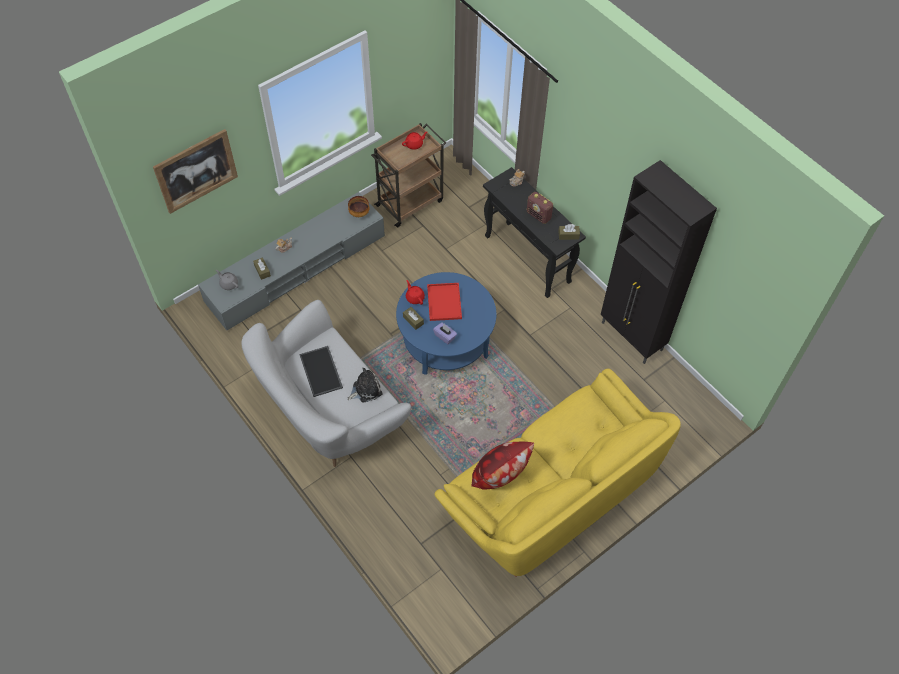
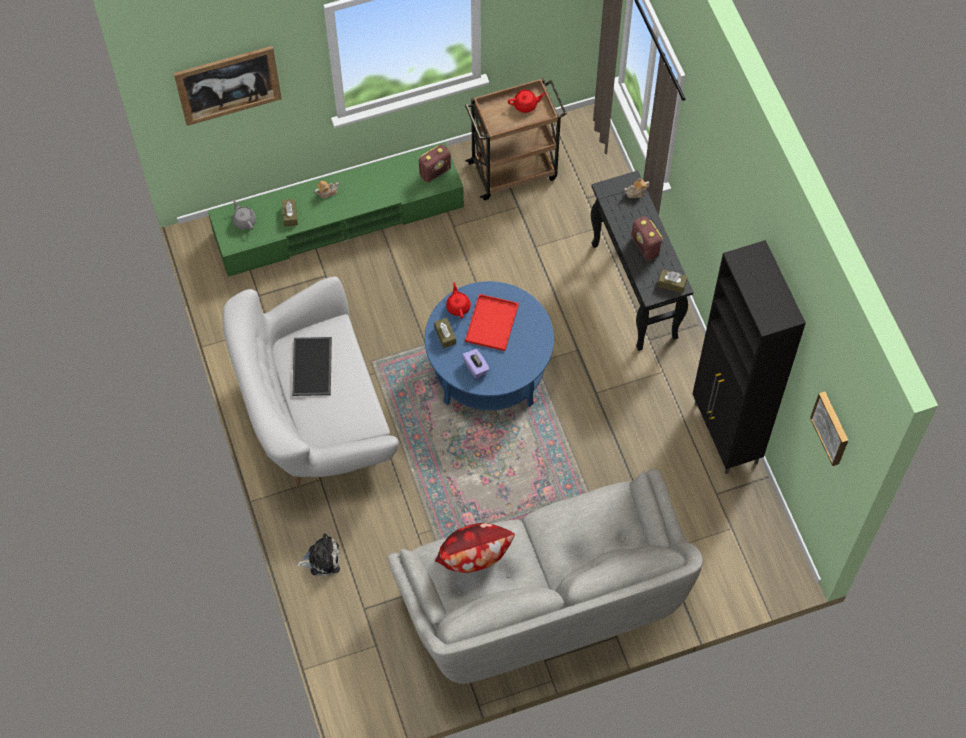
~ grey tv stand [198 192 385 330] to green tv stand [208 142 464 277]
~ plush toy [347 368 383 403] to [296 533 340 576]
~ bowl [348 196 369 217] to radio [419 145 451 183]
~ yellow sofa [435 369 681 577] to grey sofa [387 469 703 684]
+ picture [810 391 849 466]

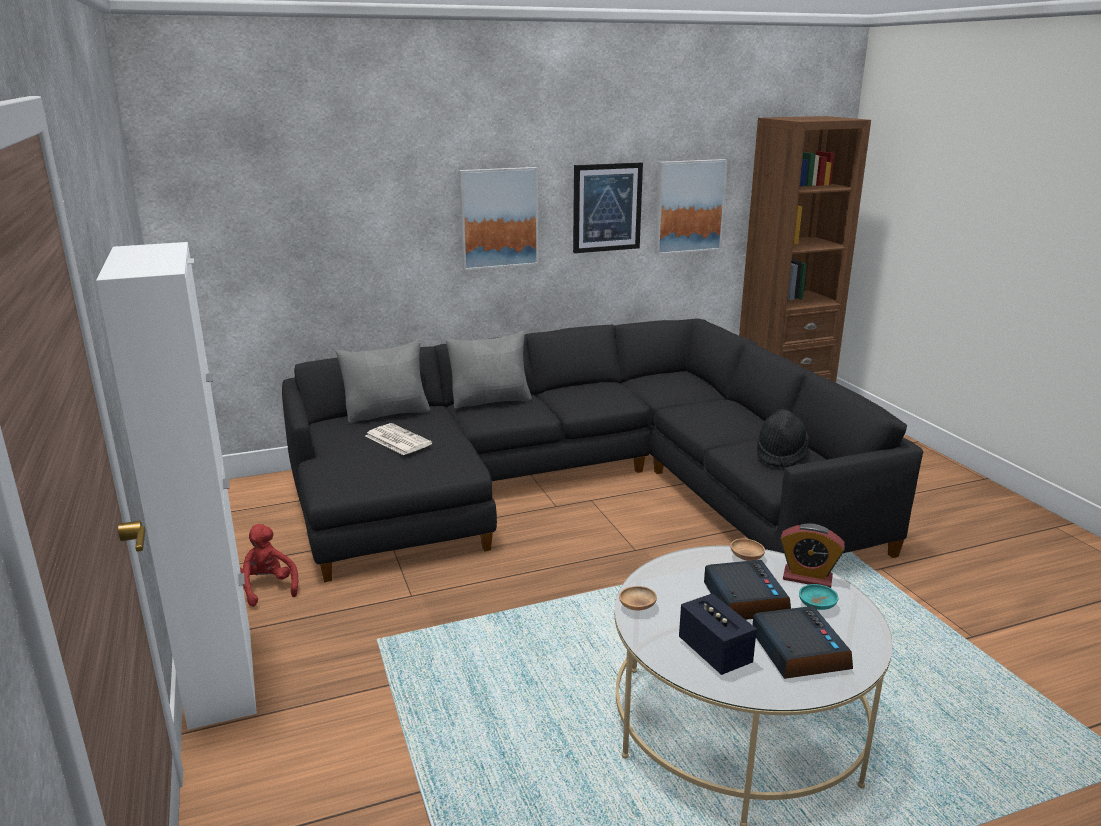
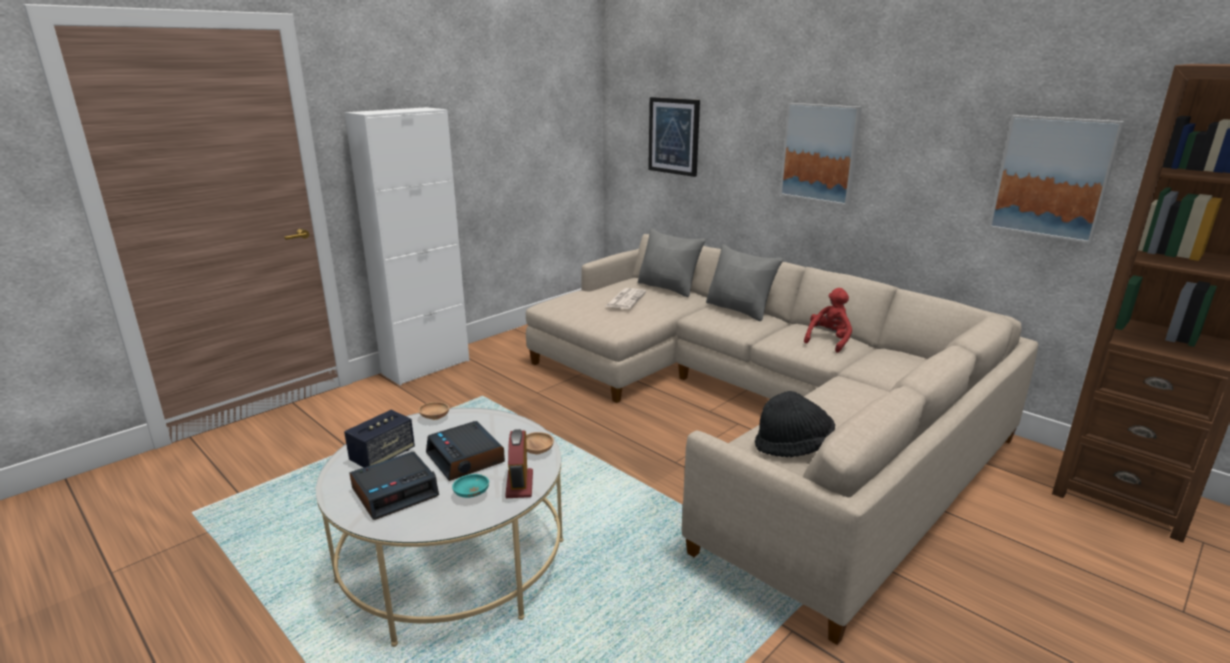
~ red plush toy [240 524 298 607] to [804 288 852 353]
~ black sofa [282 318 923 582] to beige sofa [526 234 1038 645]
~ picture [573 162 643 253] to [648 97 700 177]
~ alarm clock [704 560 791 620] = [426 421 505 481] 90 degrees clockwise

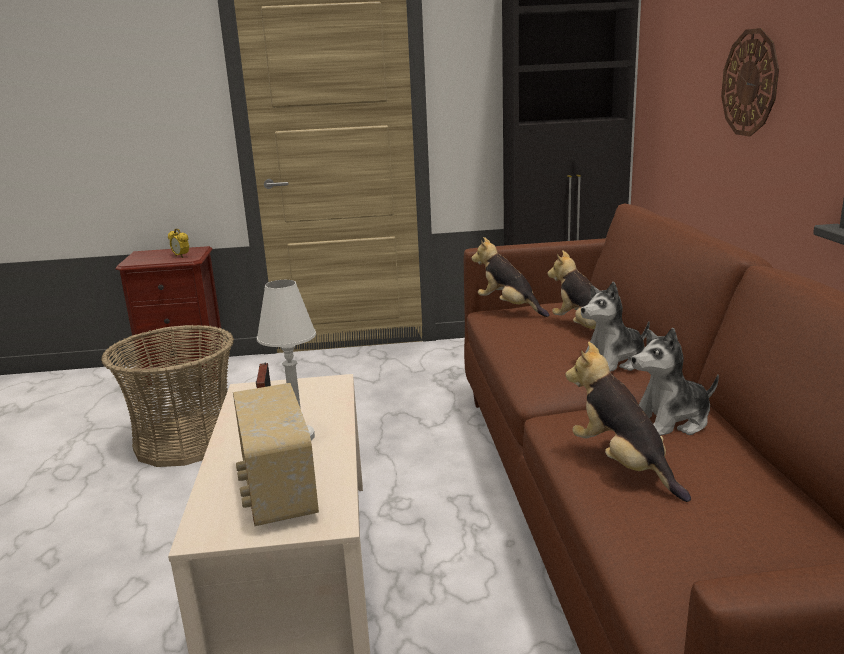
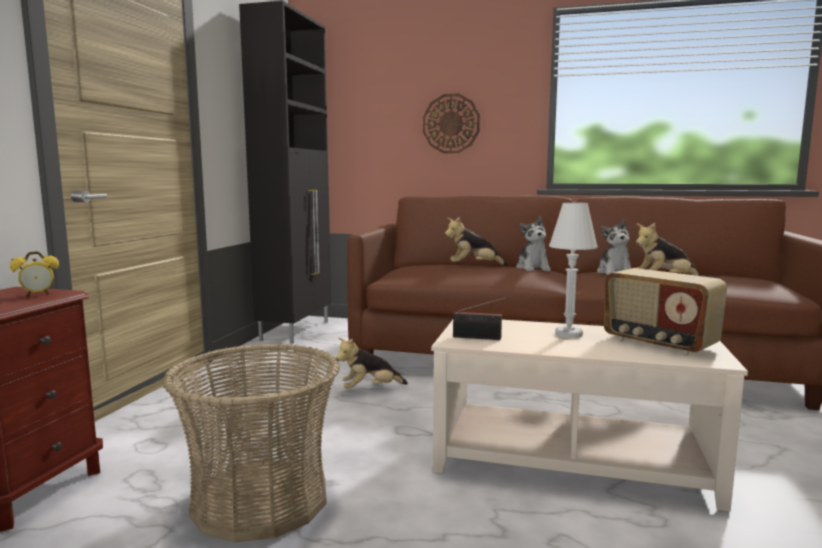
~ radio [233 383 319 526] = [604 268 727 355] 45 degrees clockwise
~ plush toy [471 237 549 317] to [336 338 408 389]

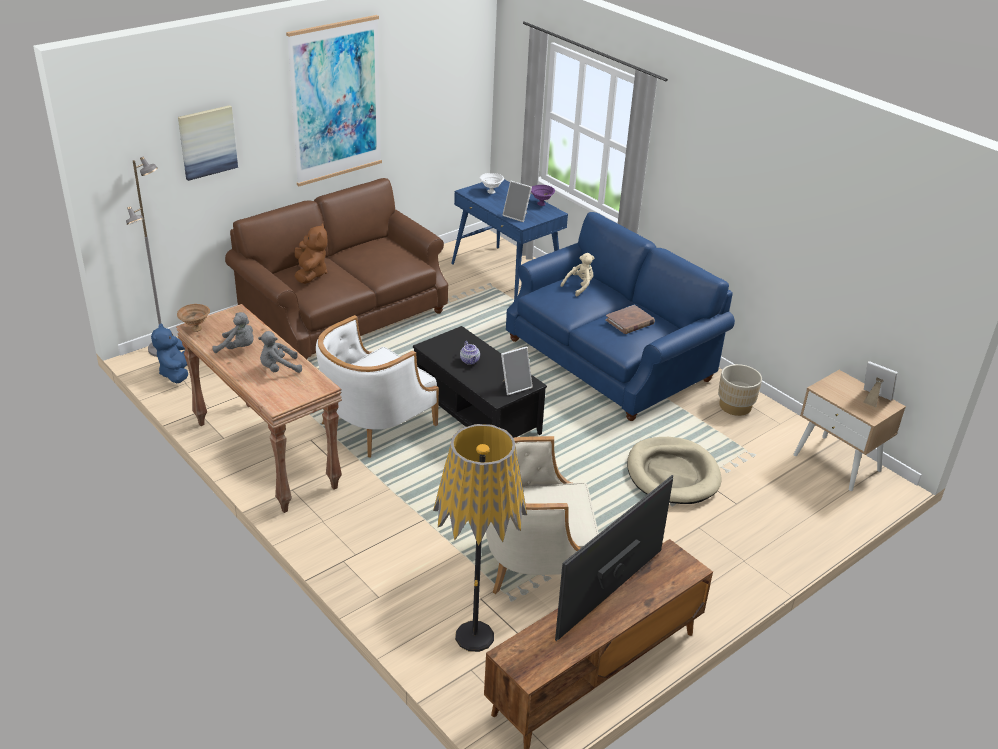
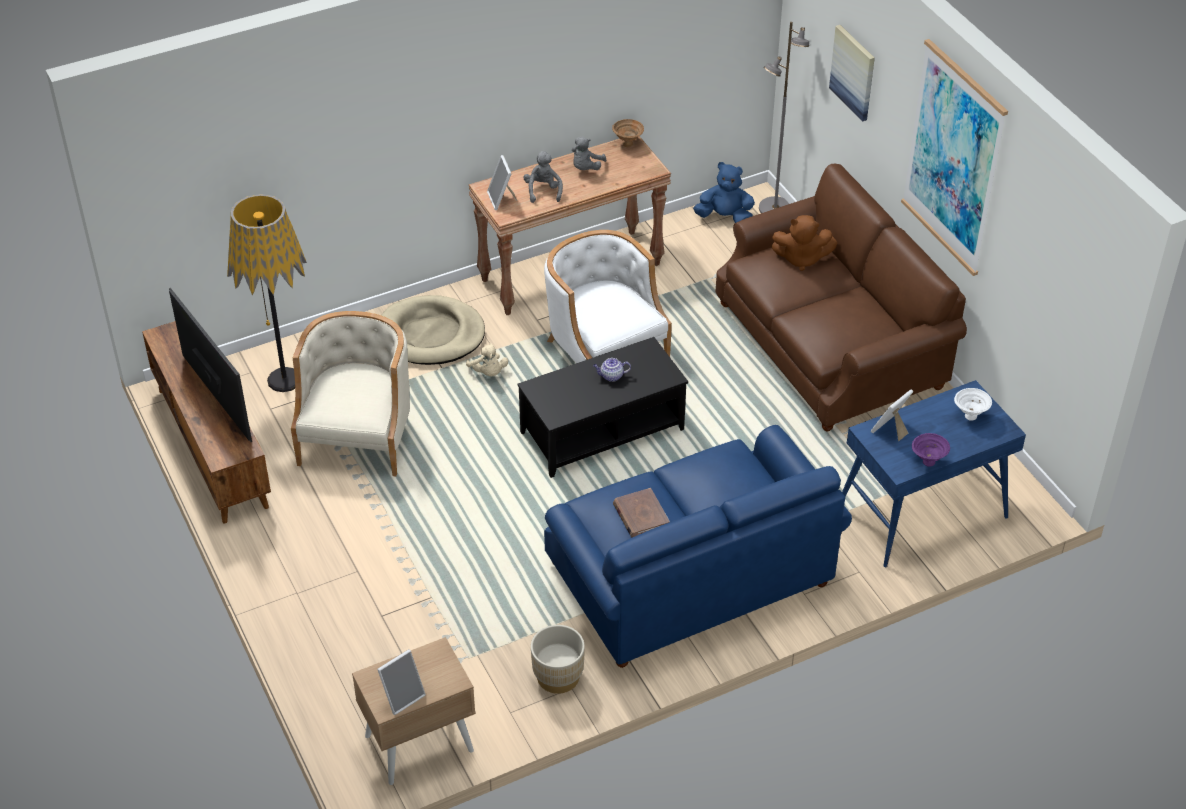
~ picture frame [501 347 533 395] to [487 155 517 210]
~ beige plush toy [560 253 594 296] to [466 343 508 376]
~ beige dog bed [627 437 722 504] to [381 295 485 365]

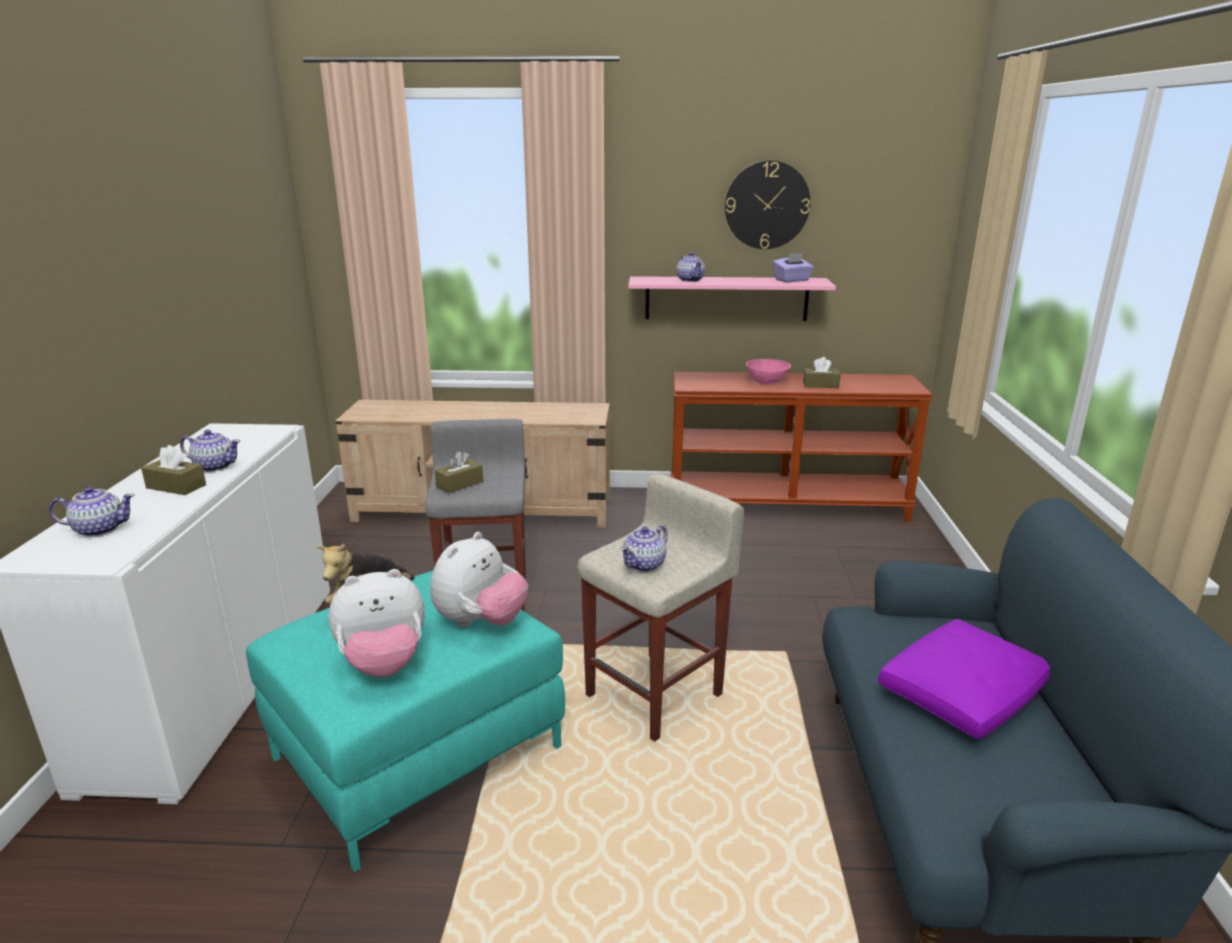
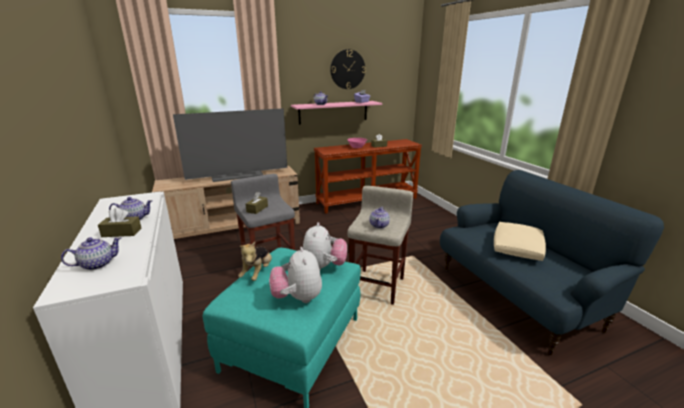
~ plush toy [329 569 424 677] = [269 247 322 303] 120 degrees clockwise
~ purple pillow [878 619 1050 739] to beige pillow [494 222 546 261]
+ television [173 108 287 182]

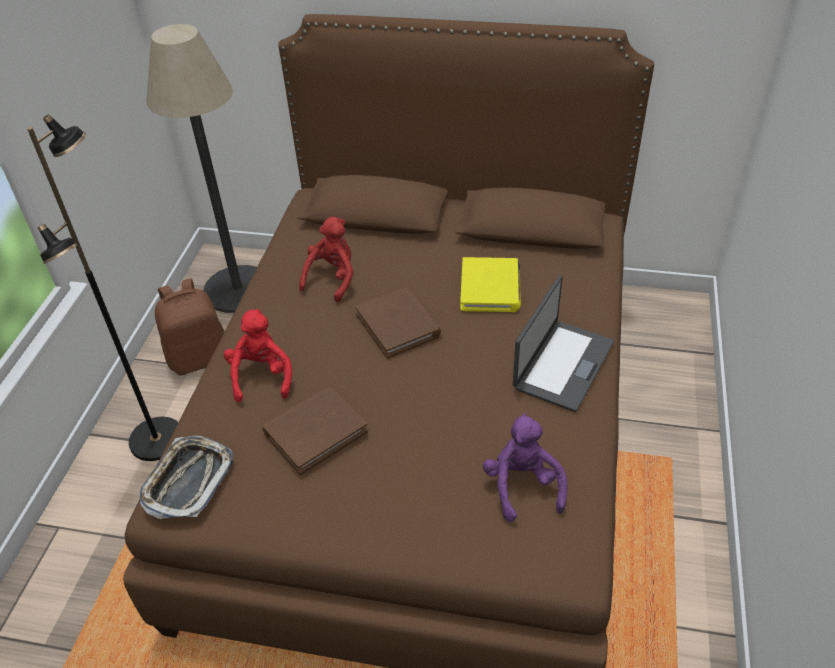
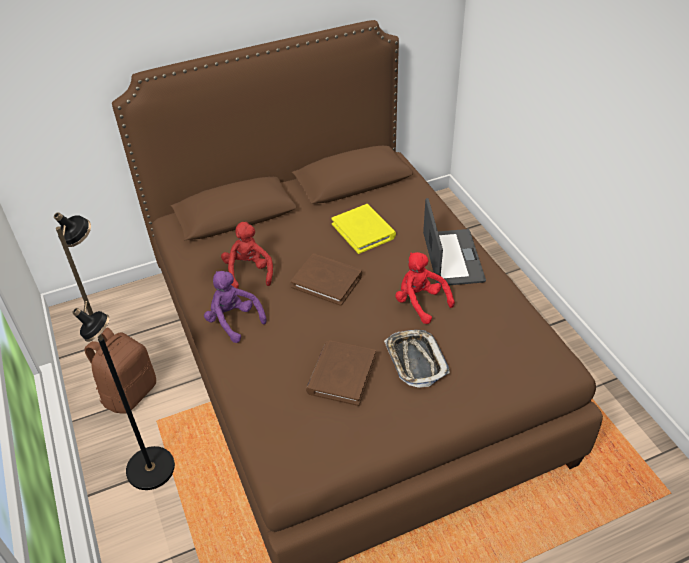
~ tray [139 436 233 519] to [384 330 450 388]
- floor lamp [146 24 257 313]
~ red plush toy [224 309 292 402] to [395 252 455 324]
~ purple plush toy [483 413 568 522] to [204 271 267 343]

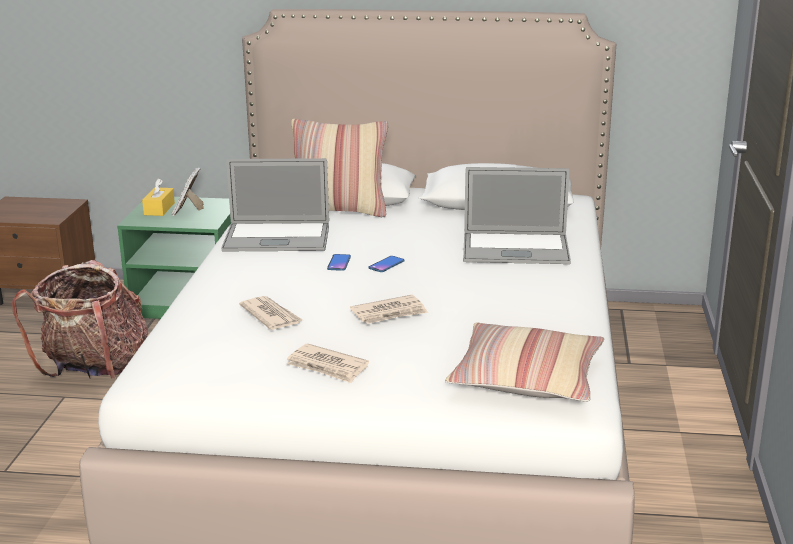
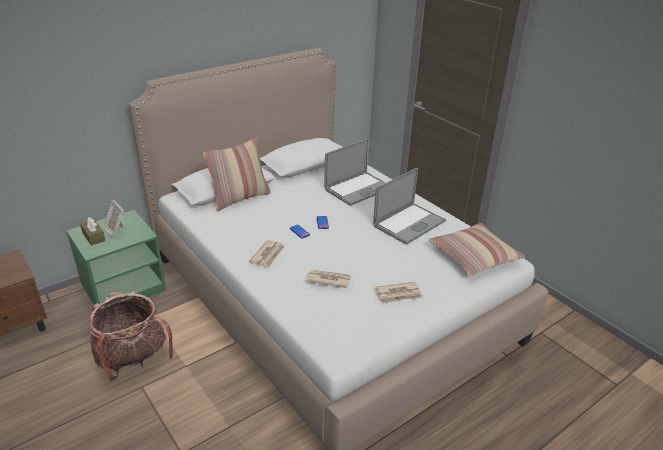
~ yellow tissue box [142 179 175 216] to brown tissue box [80 217 105 245]
~ laptop [222 158 329 251] to [373 168 446 245]
~ newspaper [350 295 428 324] to [249 240 285 267]

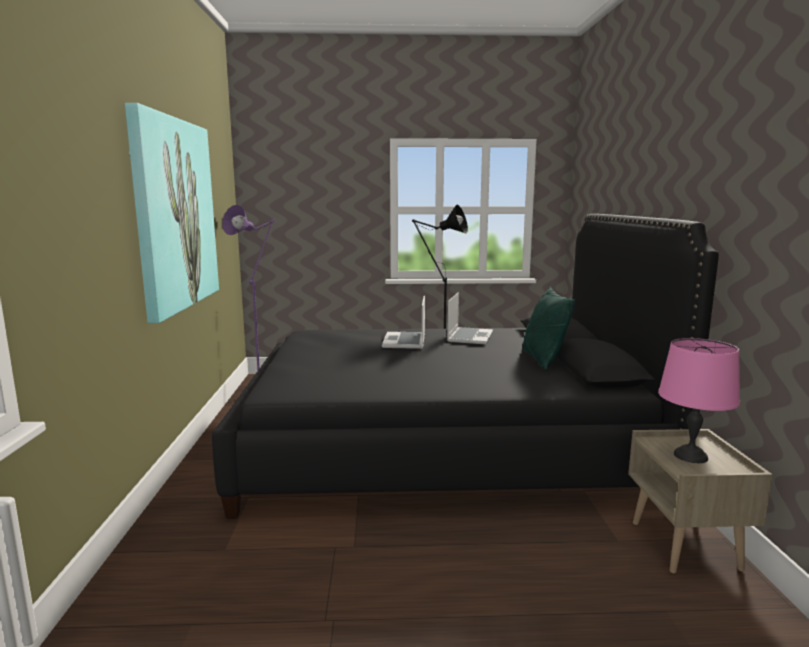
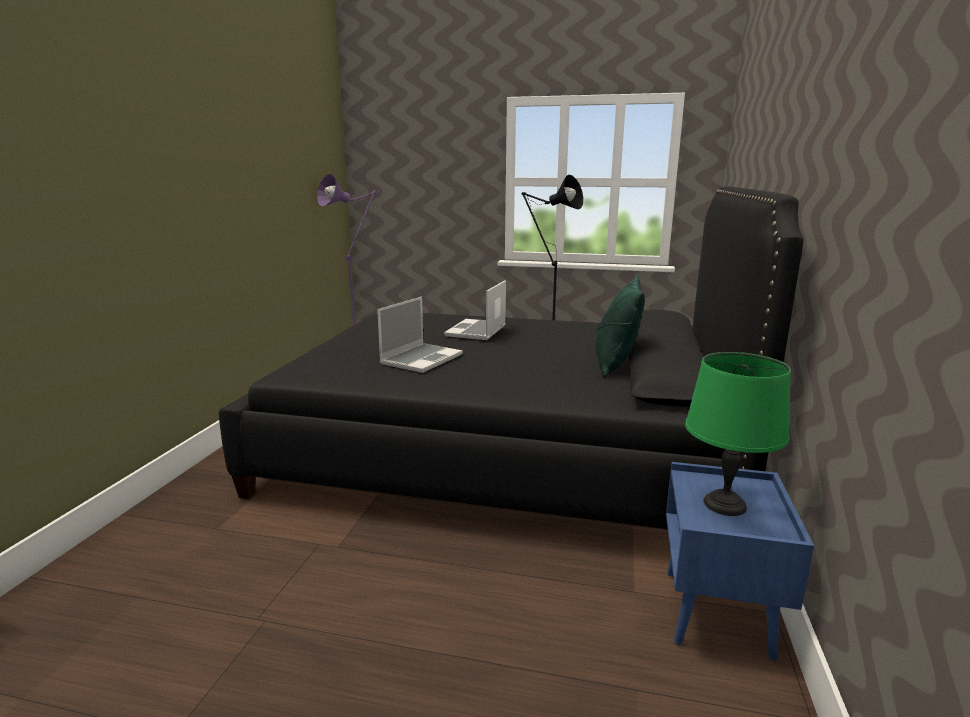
- picture [125 103 219 323]
~ laptop [447 292 493 344] to [377 296 463 373]
~ beige nightstand [628 429 773 573] to blue nightstand [666 462 814 661]
~ pink table lamp [658 338 740 463] to green table lamp [685 352 791 516]

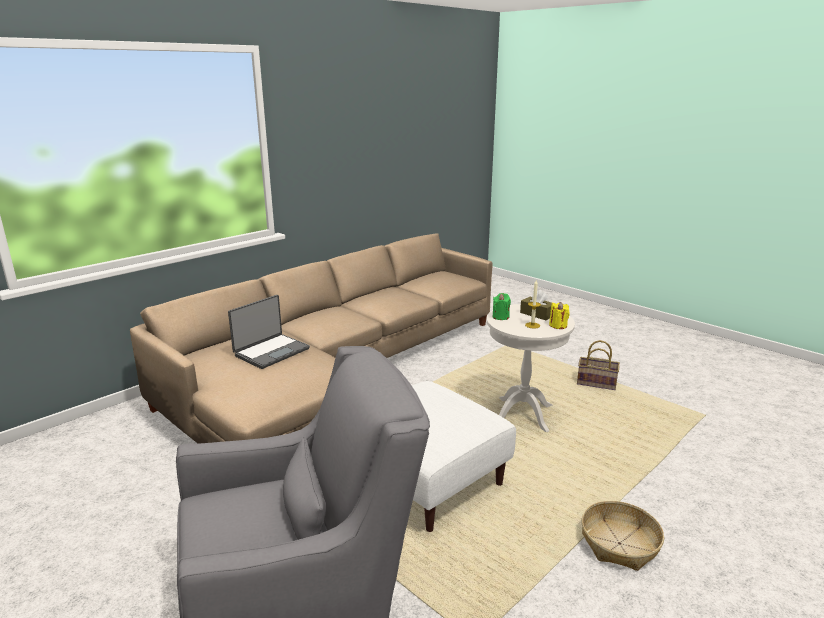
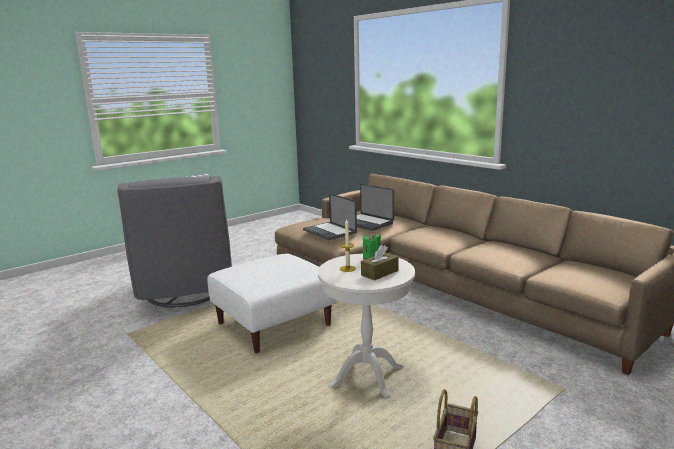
- yellow candle [549 302 570 329]
- basket [582 501 664 571]
+ laptop [303 193 357 240]

